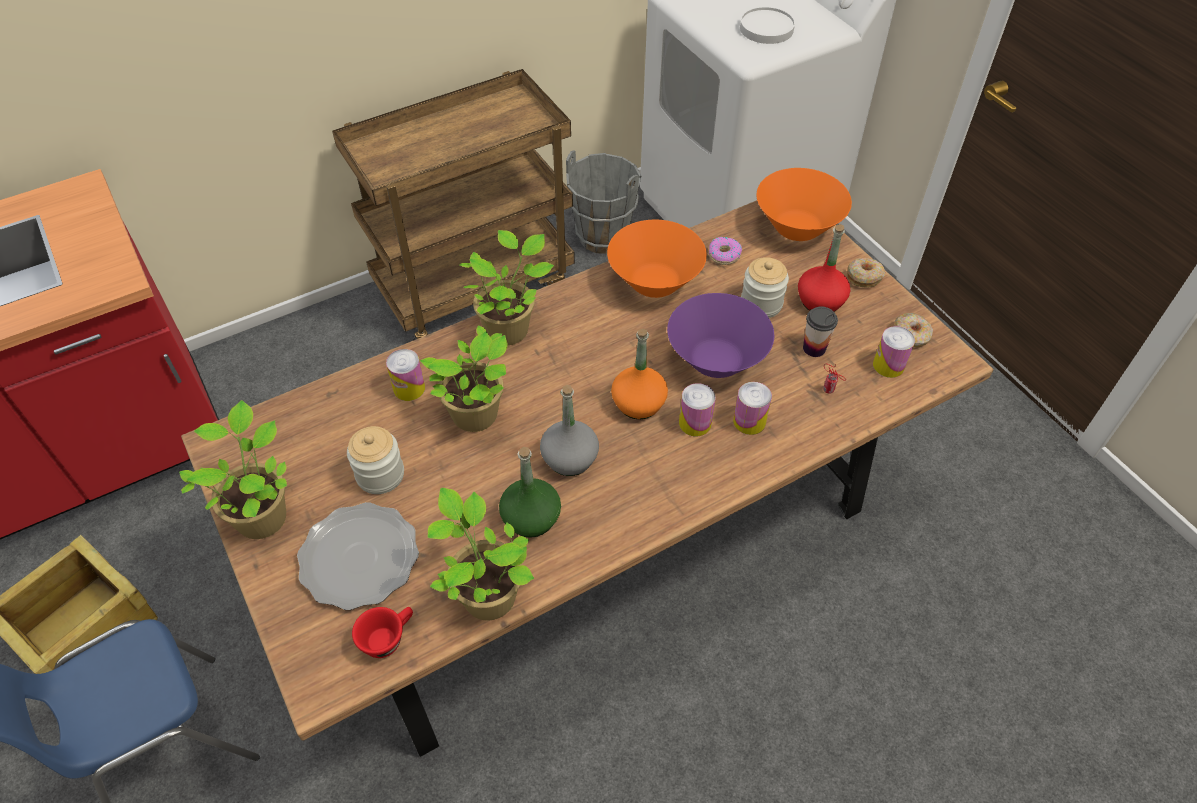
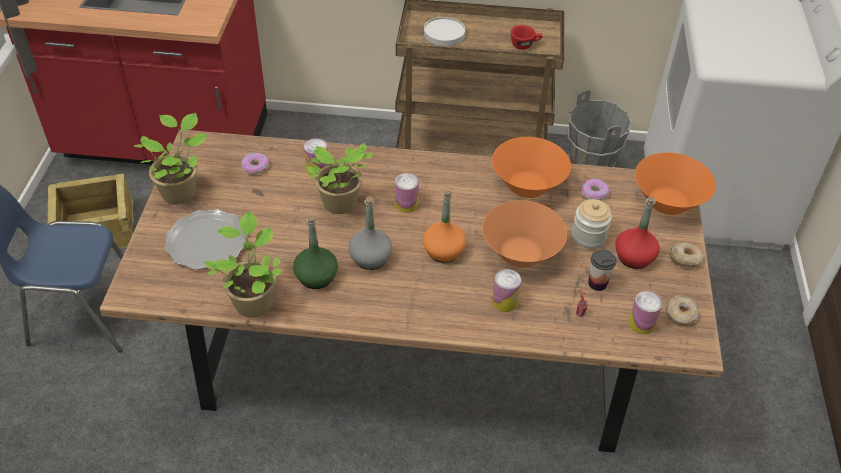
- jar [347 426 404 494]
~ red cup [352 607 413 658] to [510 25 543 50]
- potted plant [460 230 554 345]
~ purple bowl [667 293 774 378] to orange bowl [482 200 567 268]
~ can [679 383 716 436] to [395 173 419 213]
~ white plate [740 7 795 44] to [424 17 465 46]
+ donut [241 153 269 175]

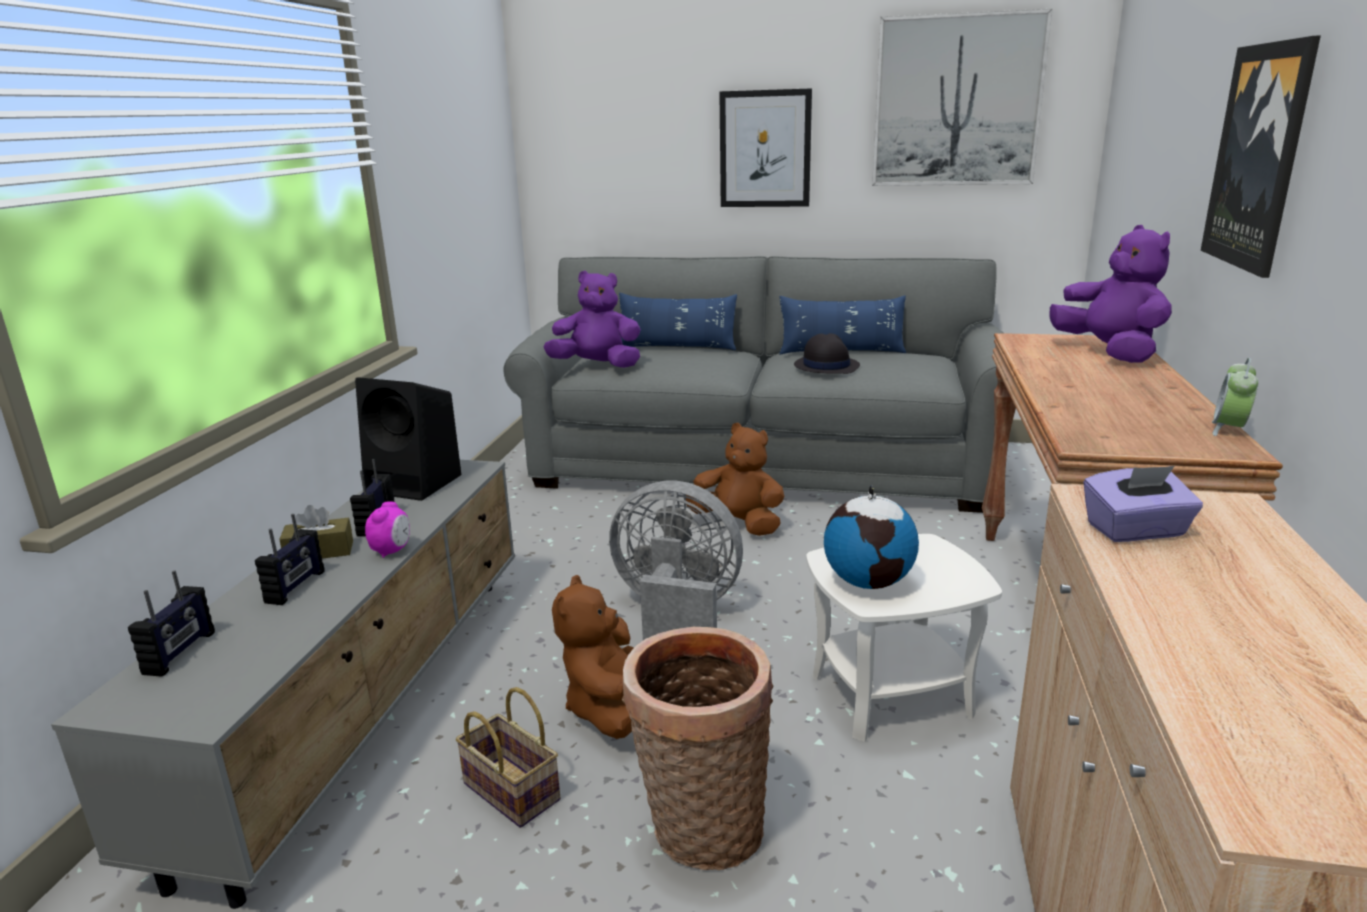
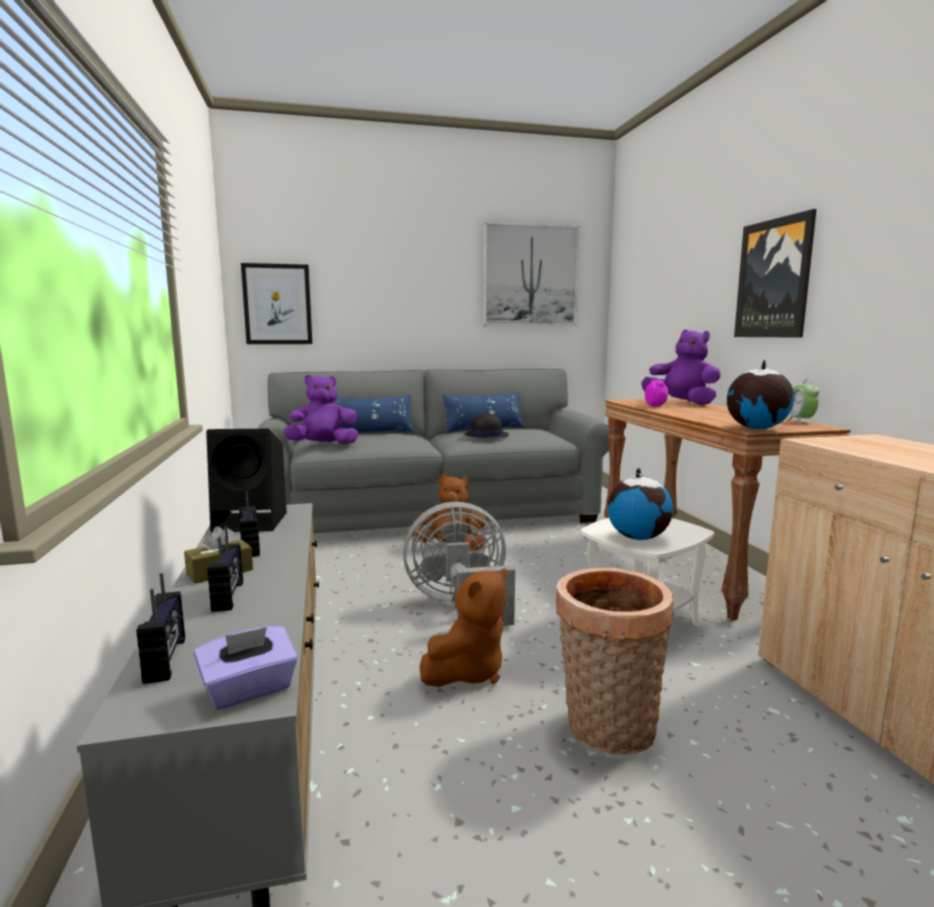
~ alarm clock [365 502 410 558] to [645 380 668 407]
- basket [456 687 560 828]
~ brown plush toy [552 575 634 739] = [420 568 507 687] 120 degrees counterclockwise
~ picture [719 88 812 207] to [241 263 312 344]
~ purple tissue box [1084 466 1203 542] to [194 626 298 710]
+ globe [727 360 794 429]

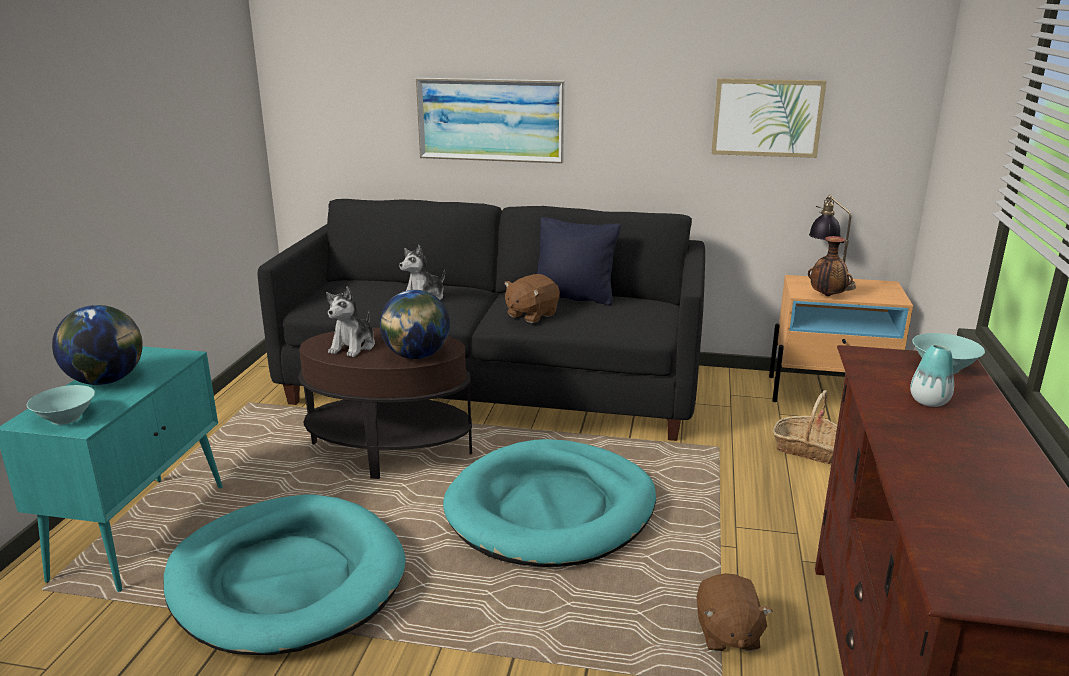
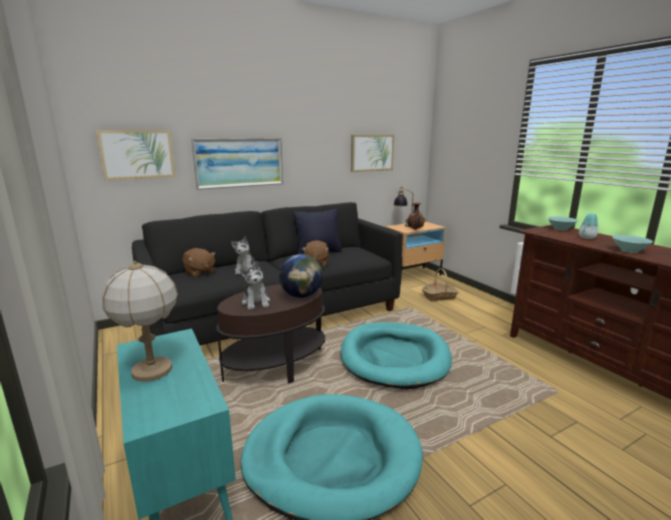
~ turquoise bowl [27 385 95 425] to [612 235 653 253]
~ globe [52 305 143 385] to table lamp [102 261 178 382]
~ brown plush toy [696 573 772 651] to [183 248 216 278]
+ picture [96 130 176 180]

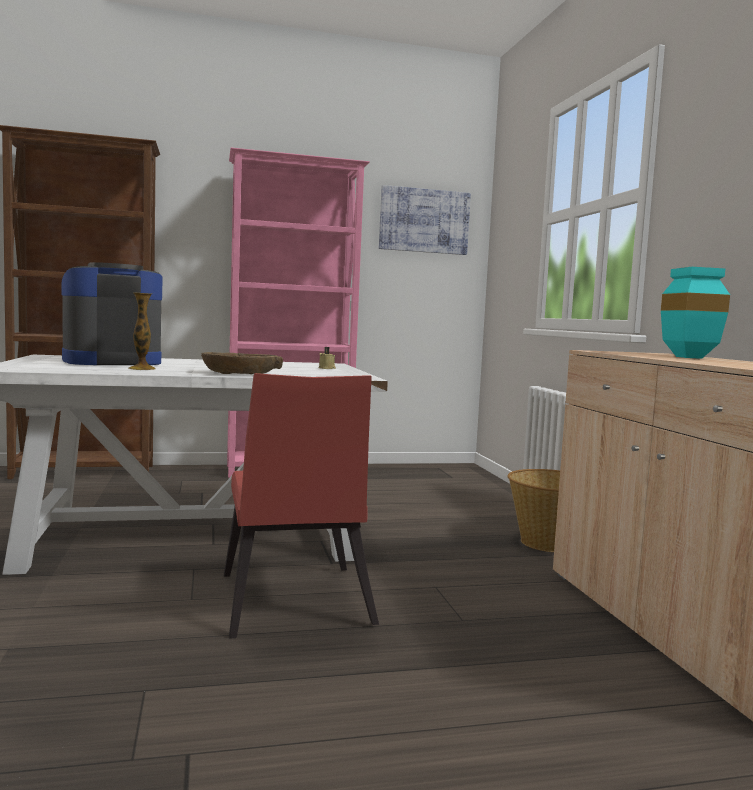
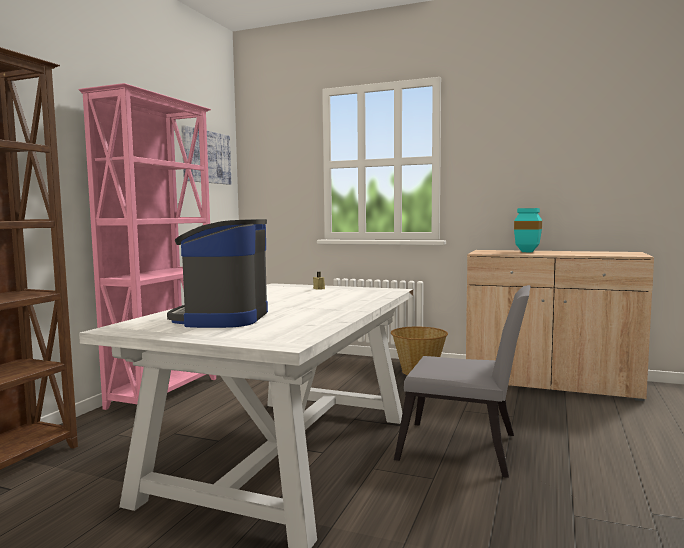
- vase [129 292 156 370]
- brown bowl [201 352 283 374]
~ red chair [224 373 379 639] to grey chair [394 285 531 478]

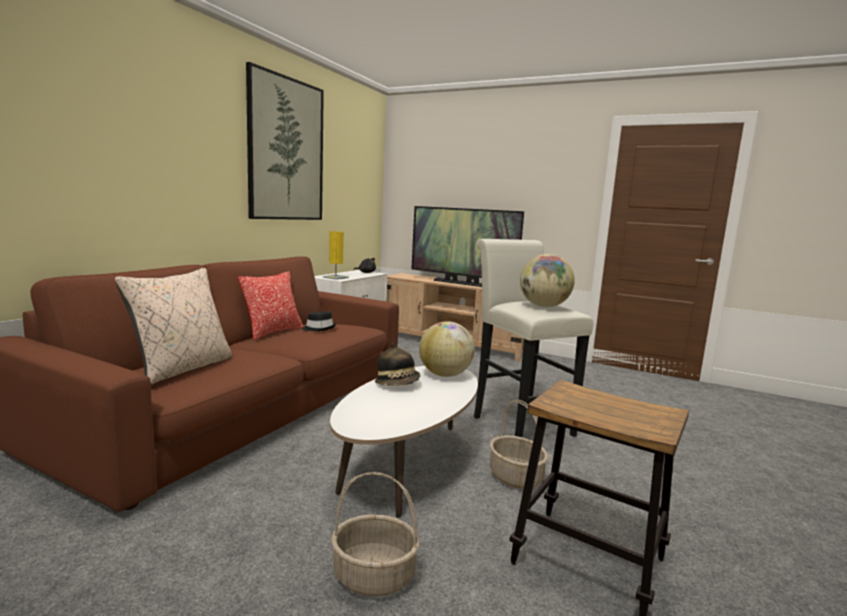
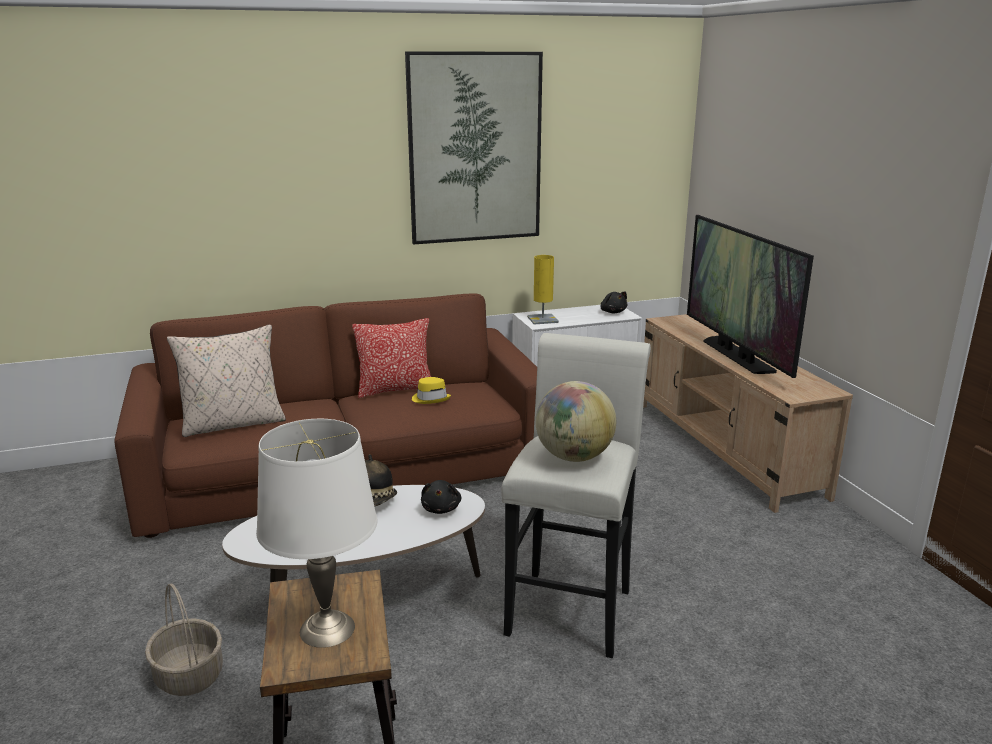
~ black hat [302 311 337 331] to yellow hat [412 377 451 404]
~ globe [419 321 475 377] to black plush toy [421 480 461 514]
- basket [490 400 548 489]
+ white table lamp [256 419 377 648]

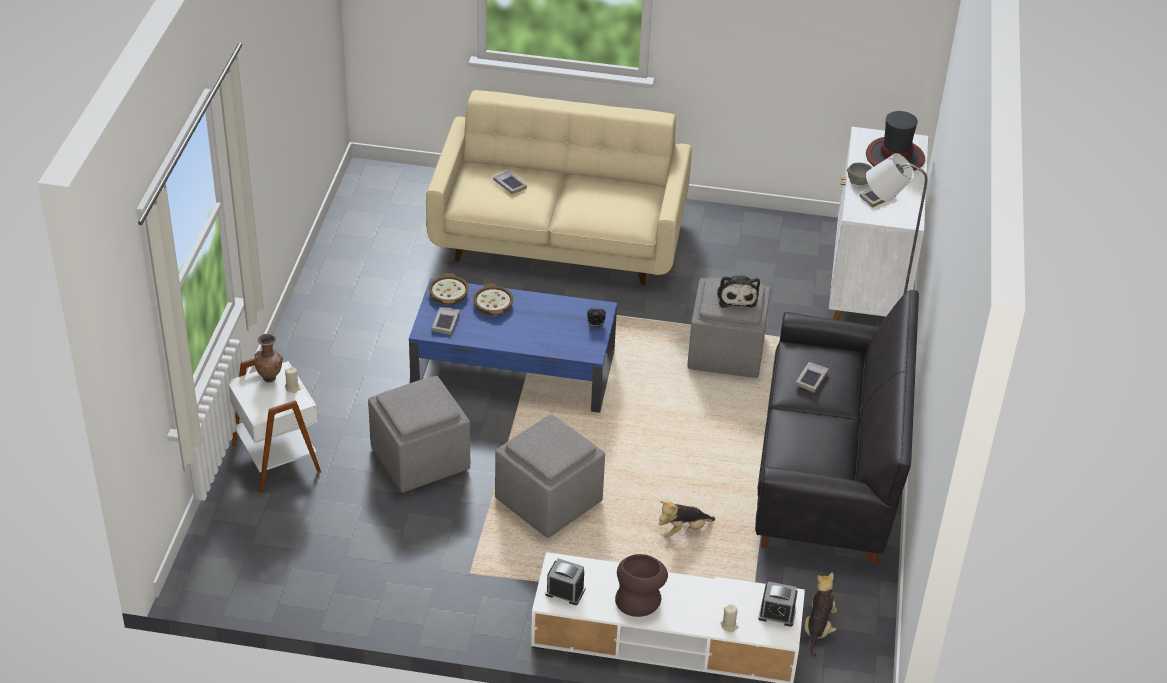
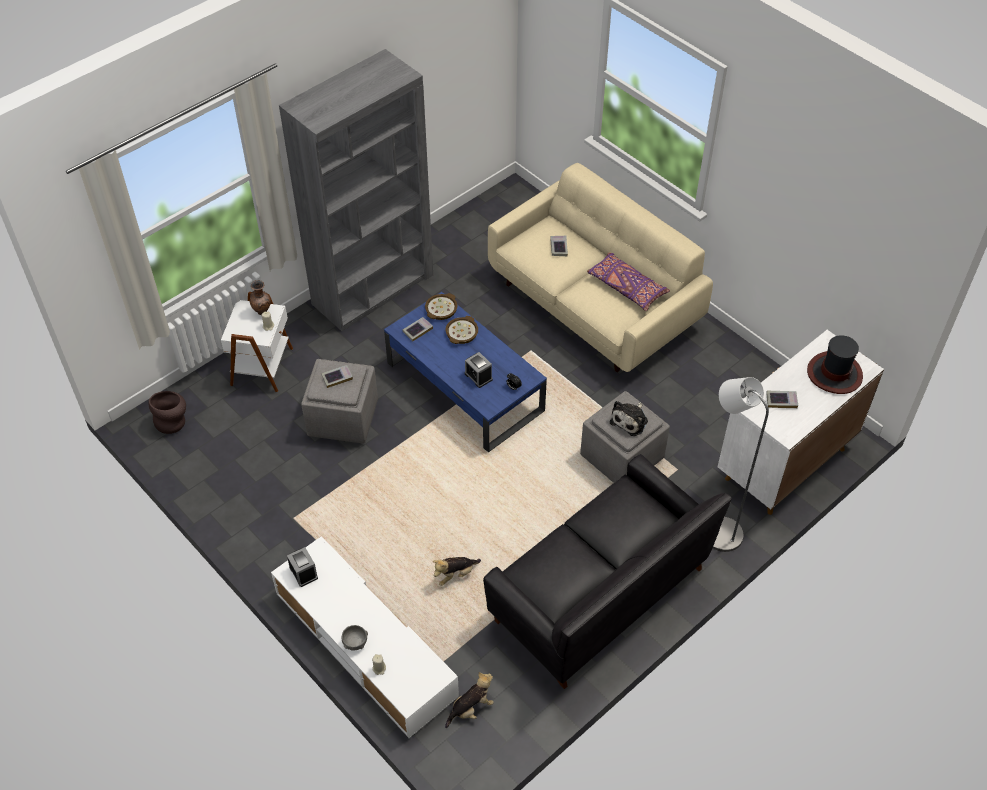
- grey ottoman [495 414 605 538]
~ brown vase [615 554 668 617] to [148 391 186 434]
~ plush toy [659 501 715 538] = [433 557 481 586] 45 degrees counterclockwise
~ alarm clock [758 581 798 627] to [465 352 493 388]
~ book [795 362 828 393] to [321 365 353 388]
~ grey bowl [847 163 872 185] to [341 625 368 651]
+ grey bookcase [279 49 433 331]
+ purple pillow [587 252 670 311]

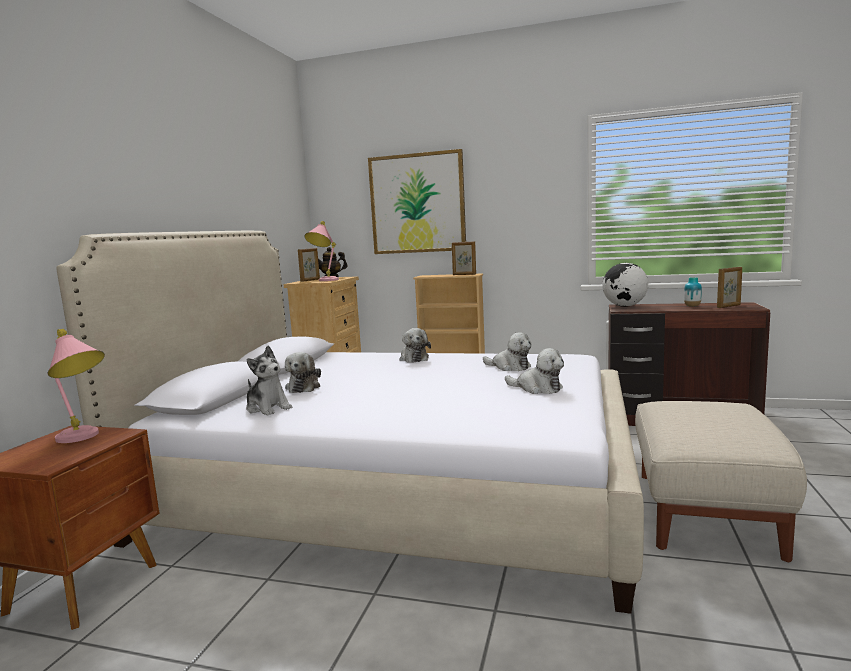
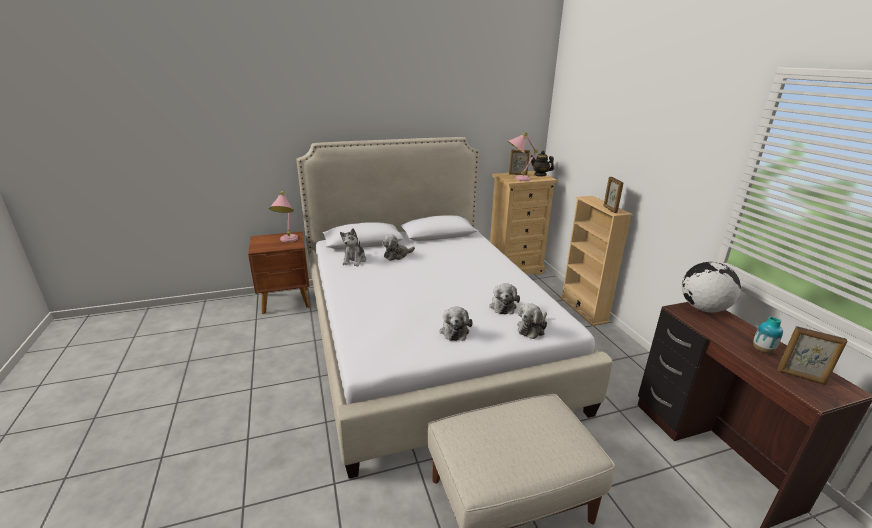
- picture [368 149 466 254]
~ plush toy [400 328 431 363] to [518 303 547 339]

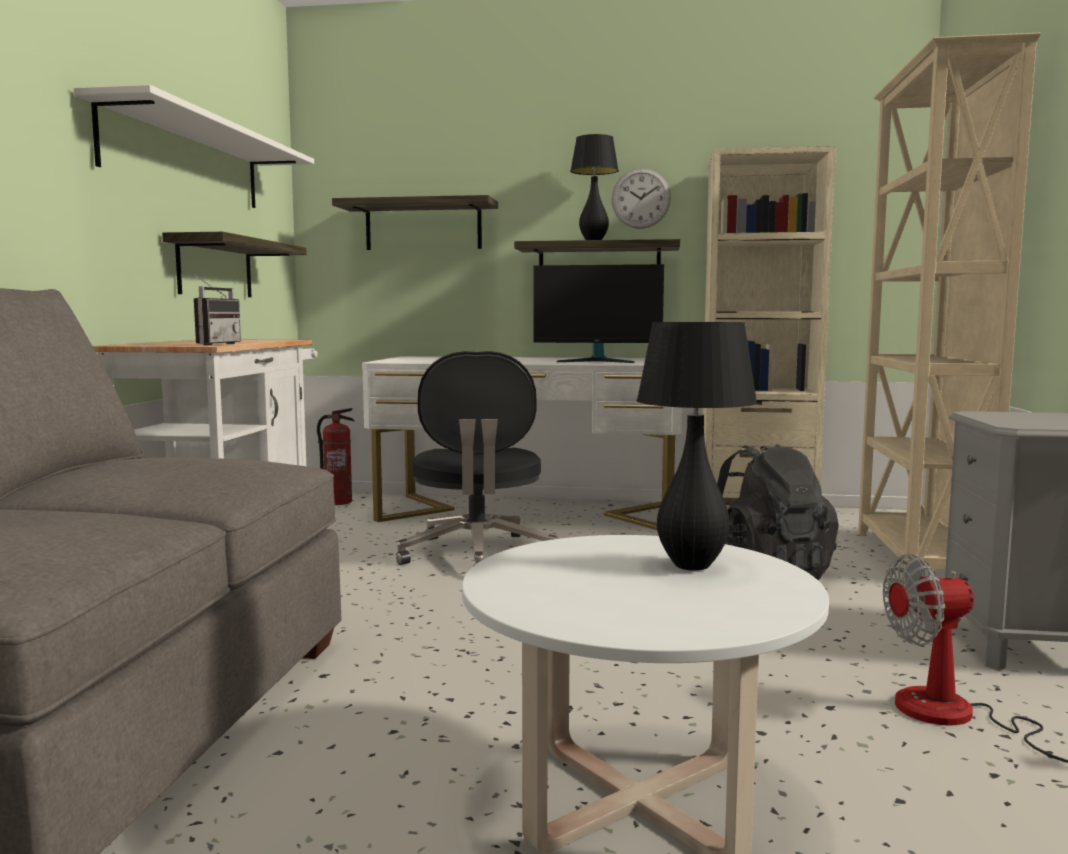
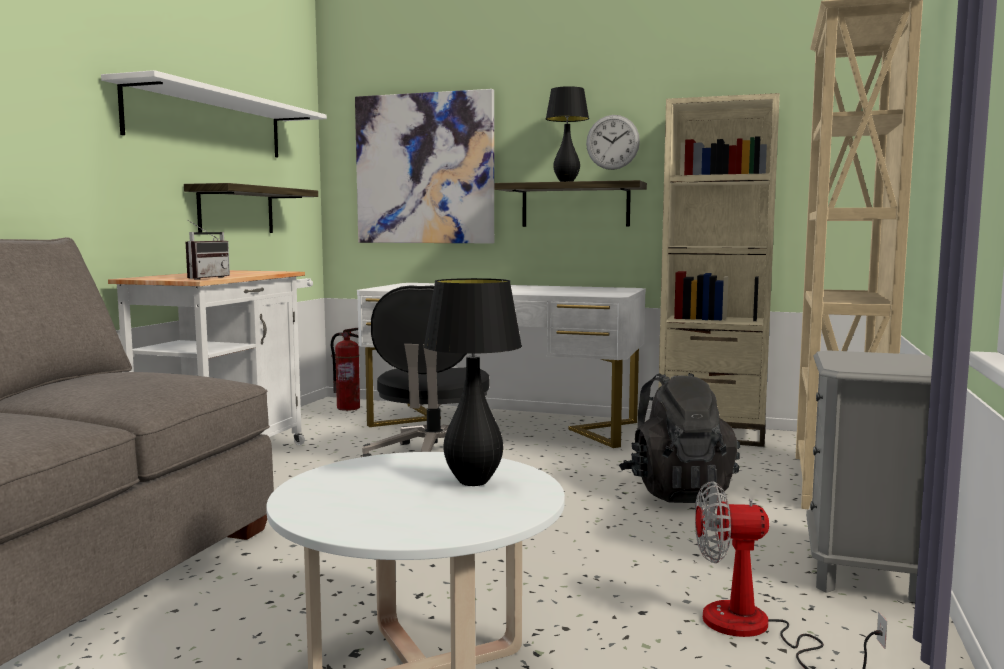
~ shelf [332 195 498 250] to picture [355 89 494 243]
- monitor [534 264 664 363]

